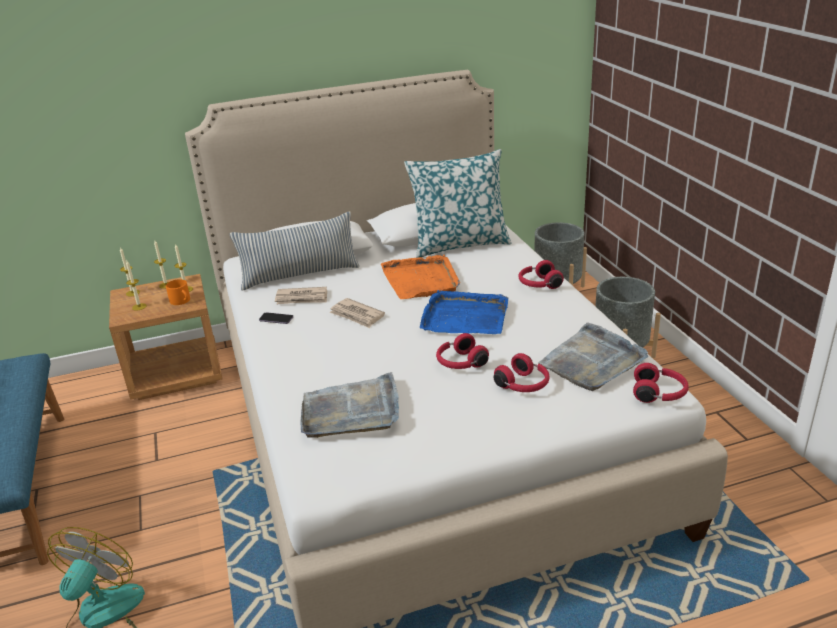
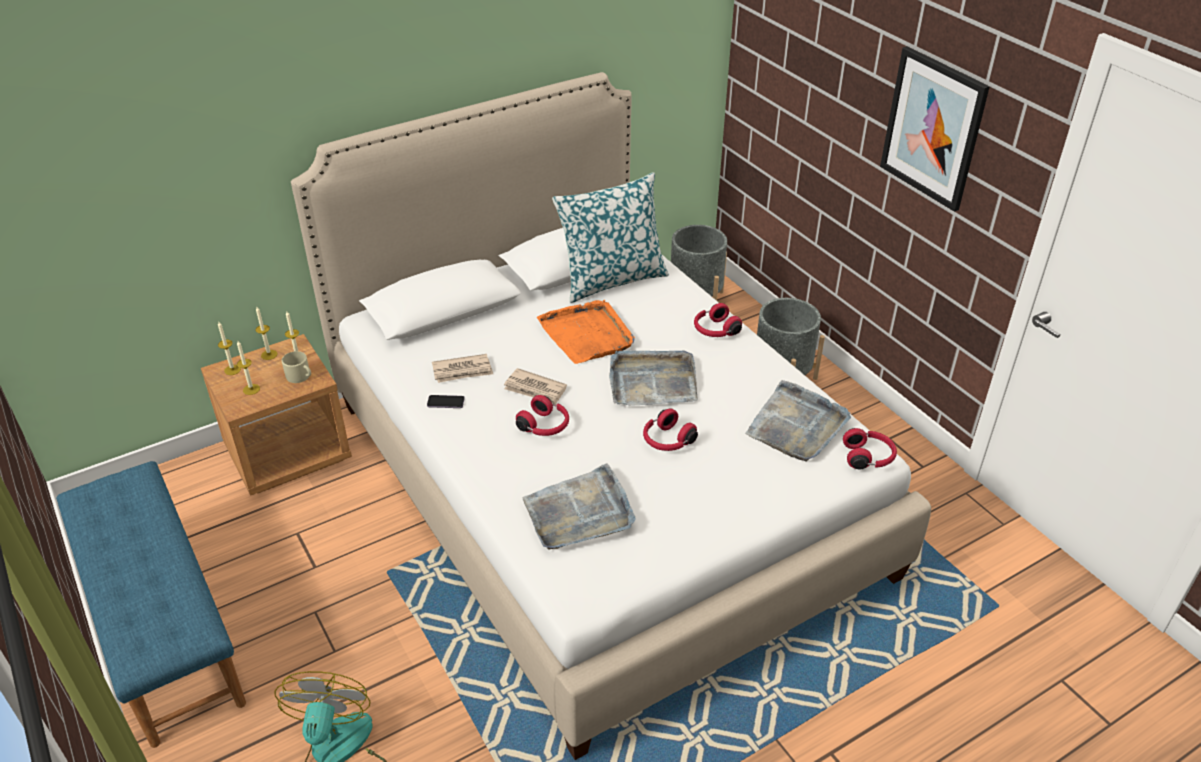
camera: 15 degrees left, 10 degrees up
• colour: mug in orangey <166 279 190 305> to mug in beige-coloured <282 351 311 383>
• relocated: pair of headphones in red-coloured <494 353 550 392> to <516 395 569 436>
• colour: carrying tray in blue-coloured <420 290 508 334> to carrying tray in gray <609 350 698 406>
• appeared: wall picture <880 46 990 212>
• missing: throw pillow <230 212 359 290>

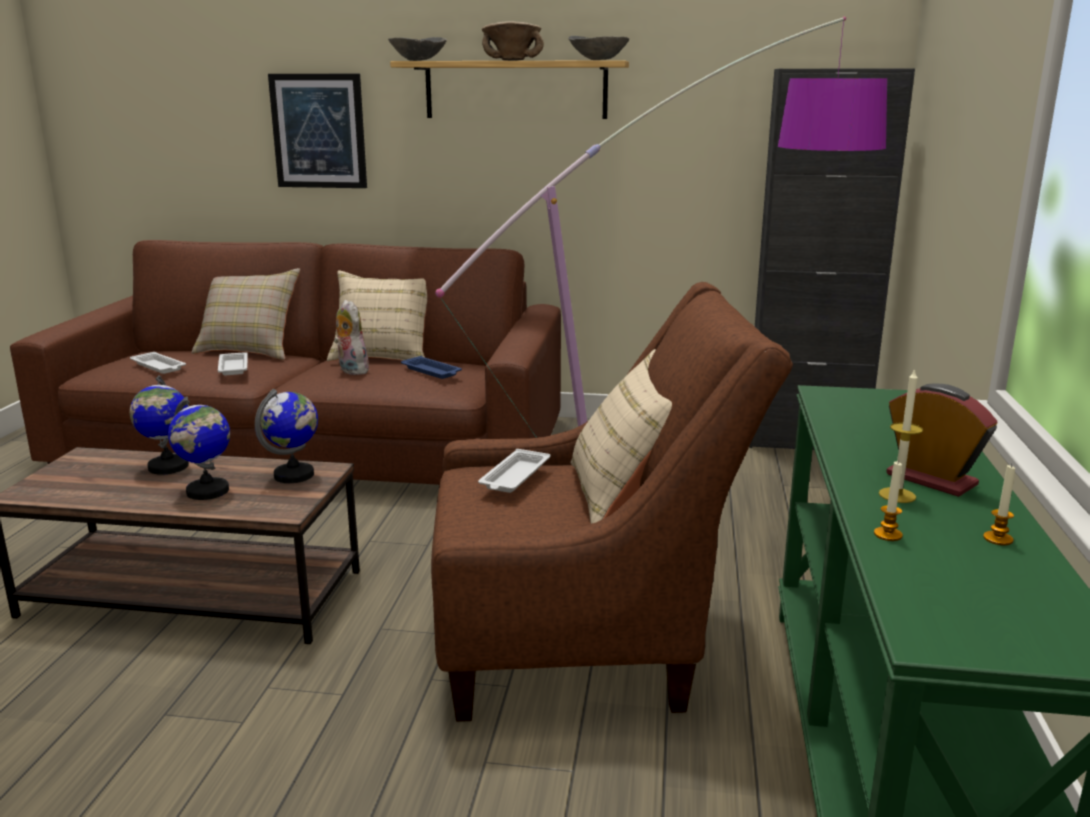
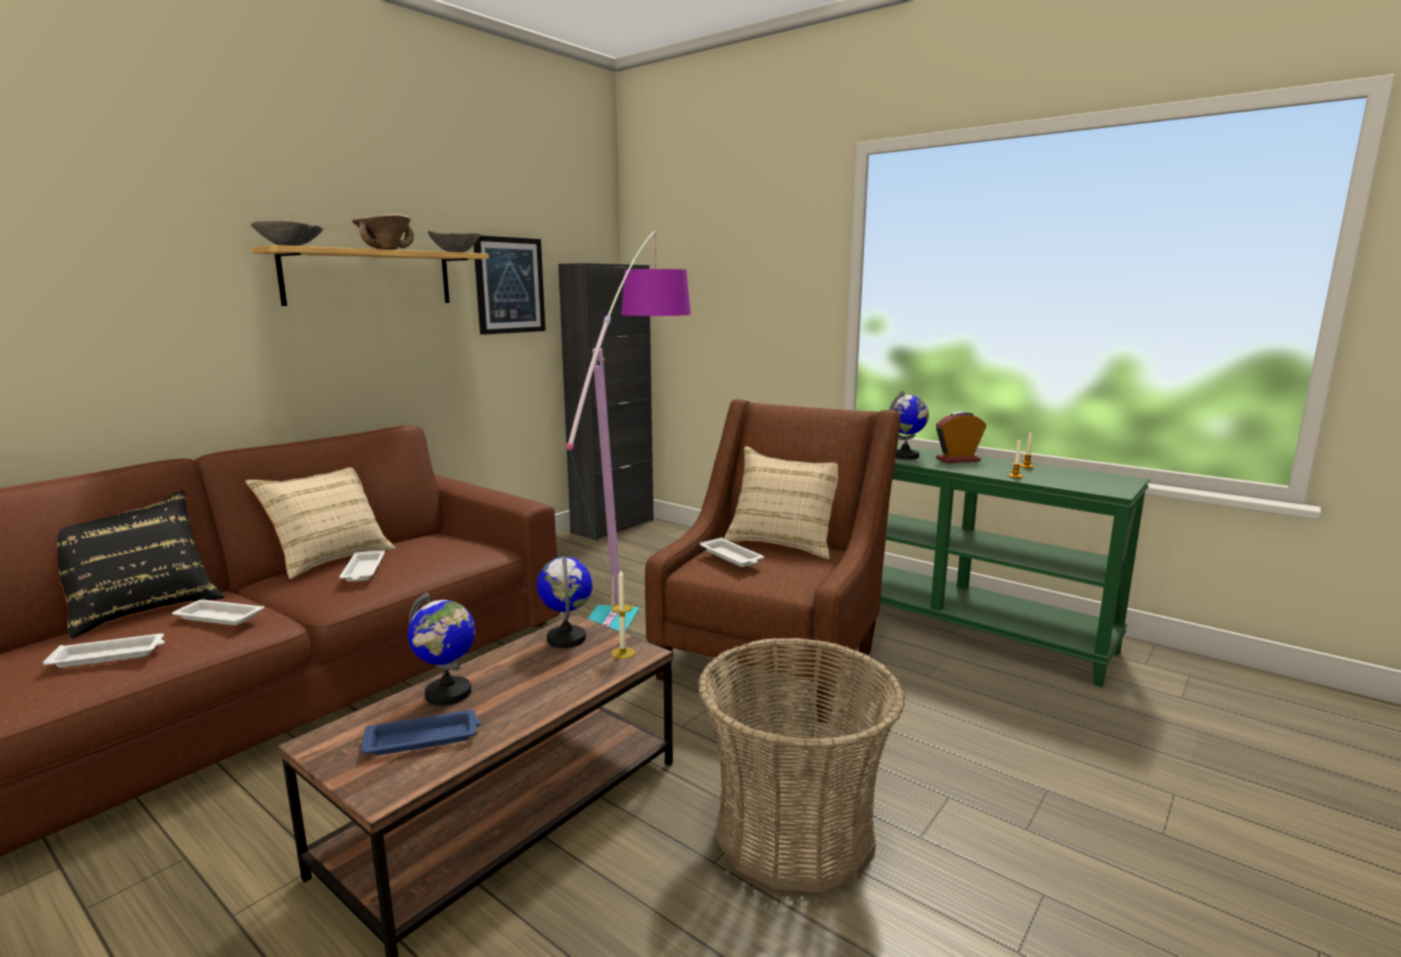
camera: 60 degrees left, 5 degrees down
• colour: throw pillow in beige-coloured <192 268 300 360> to throw pillow in black <57 490 225 639>
• exchanged: cuddly toy <334 300 369 375> to carrying tray in white-coloured <339 550 385 582>
• relocated: carrying tray in blue-coloured <401 356 462 379> to <361 710 482 755>
• relocated: wall picture <268 74 367 188> to <474 235 546 335>
• relocated: candle <879 368 923 503> to <611 570 635 659>
• appeared: storage basket <698 637 905 893>
• relocated: world globe <168 396 230 500> to <889 390 929 459>

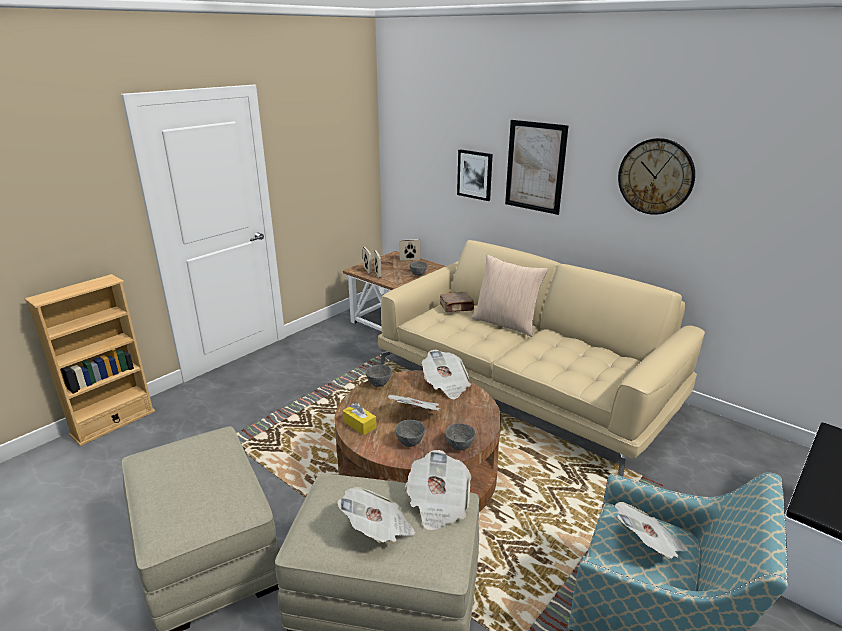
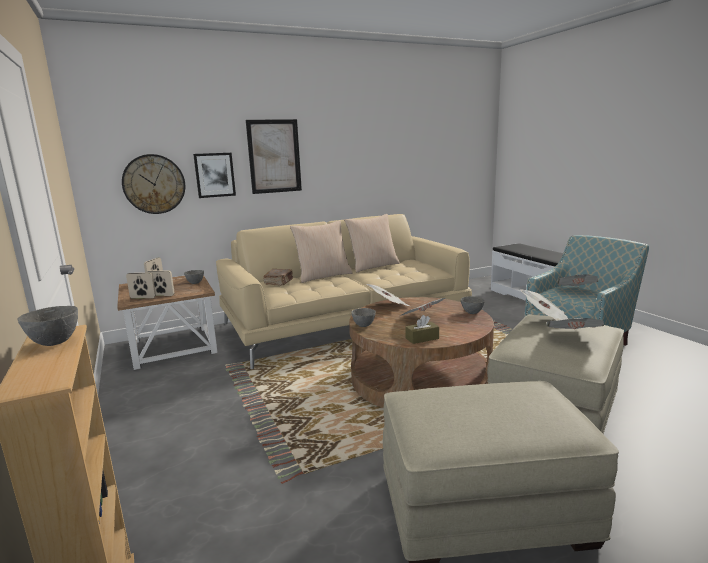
camera: 65 degrees left, 10 degrees down
• relocated: bowl in gray <395 420 425 447> to <18 306 78 346>
• relocated: wall clock <618 138 695 215> to <122 154 185 214>
• appeared: throw pillow in beige-coloured <344 214 400 272>
• colour: tissue holder in yellow-coloured <343 402 377 435> to tissue holder in brown-coloured <405 315 439 344>

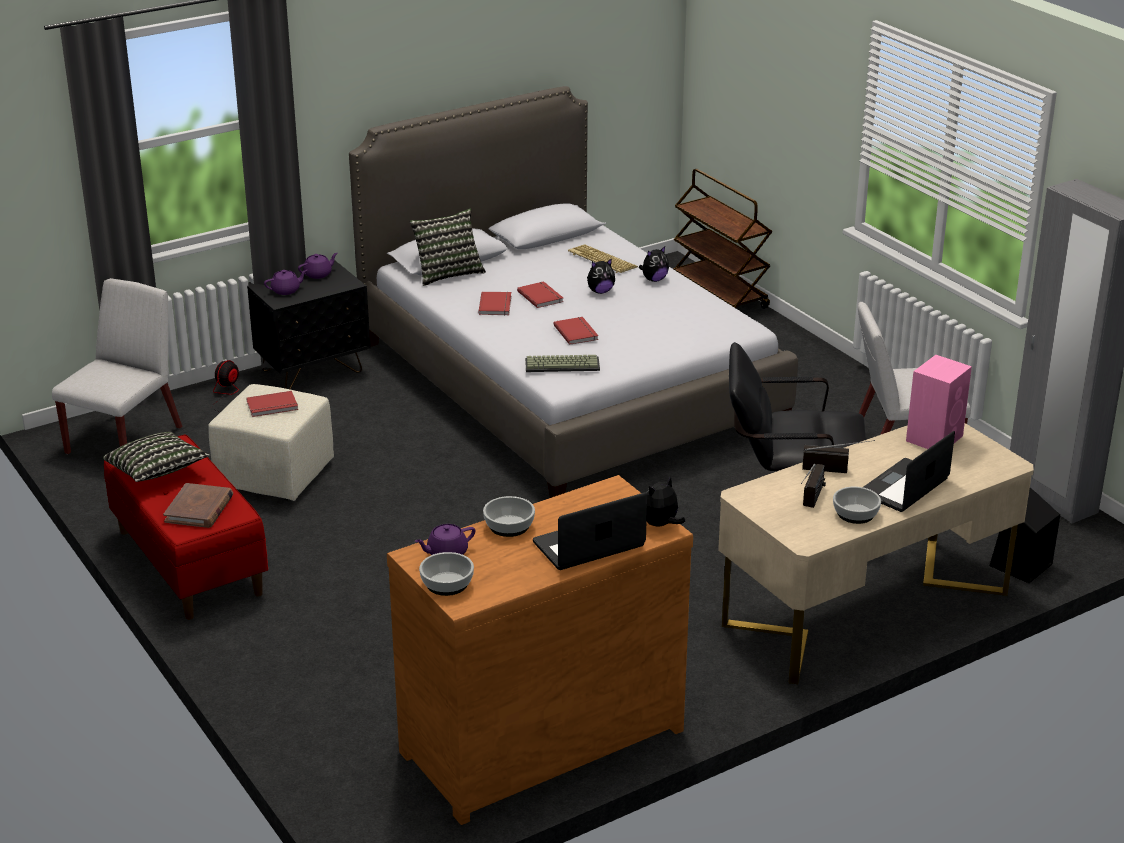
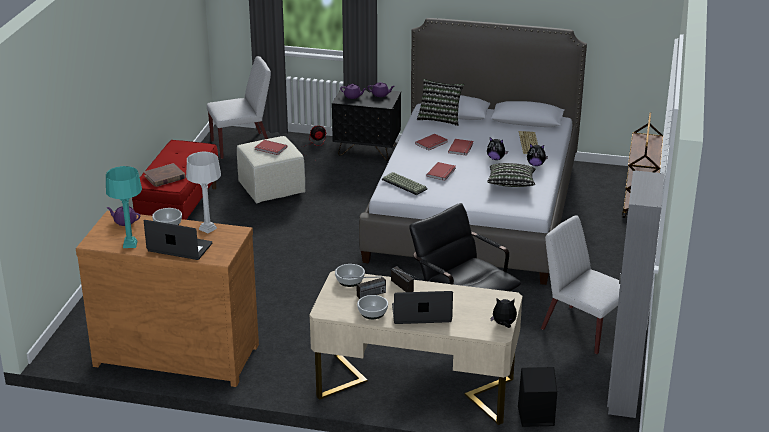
camera: 45 degrees right, 0 degrees up
• appeared: tabletop lamp in turquoise-coloured <106 166 142 248>
• appeared: tabletop lamp in gray <186 152 221 234>
• relocated: bowl <419 552 474 596> to <335 264 365 287>
• relocated: throw pillow <103 432 210 482> to <487 163 535 187>
• relocated: cuddly toy <646 476 685 527> to <491 298 517 328>
• missing: audio speaker in pink-coloured <906 355 972 449>

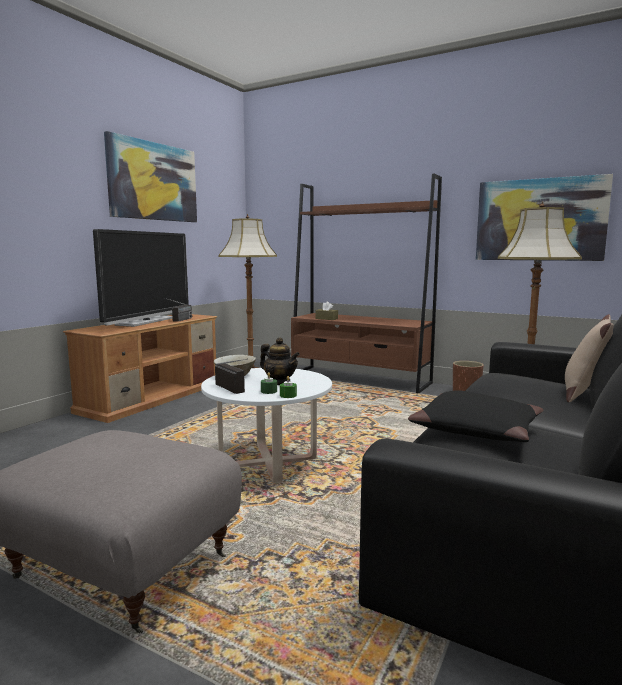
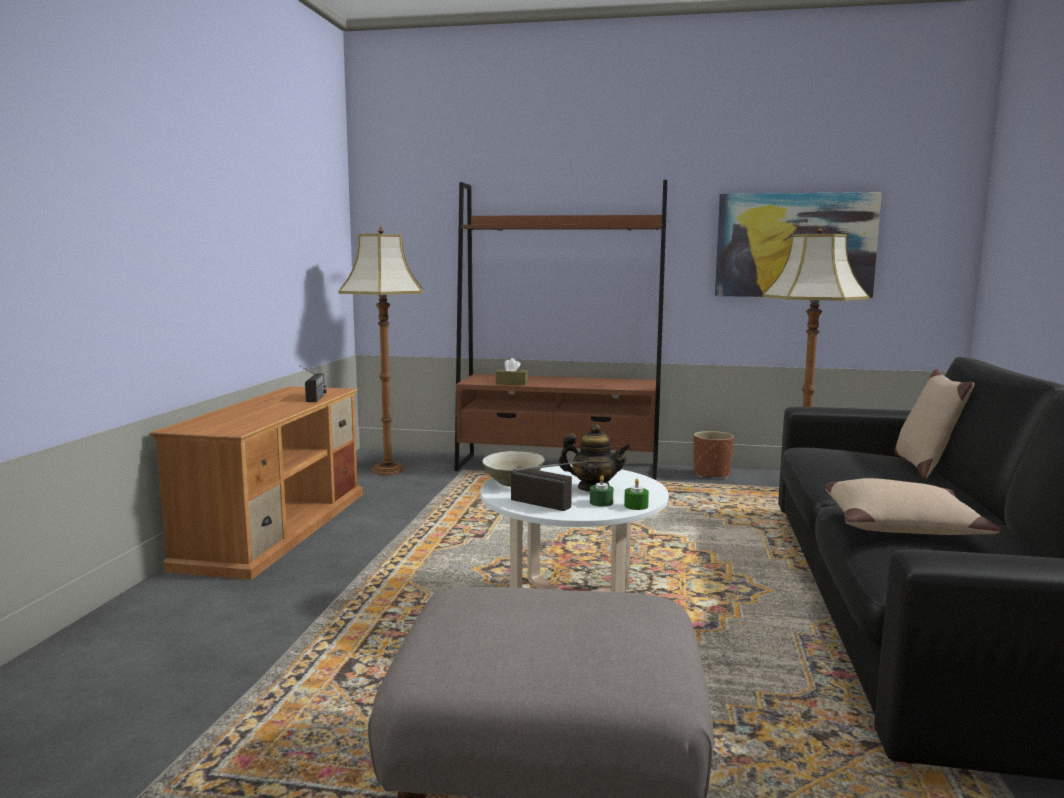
camera: 20 degrees left, 0 degrees up
• colour: throw pillow in black <408 390 543 442> to throw pillow in beige-coloured <825 478 1000 535>
• missing: television <93 229 189 327>
• missing: wall picture <104 131 197 222>

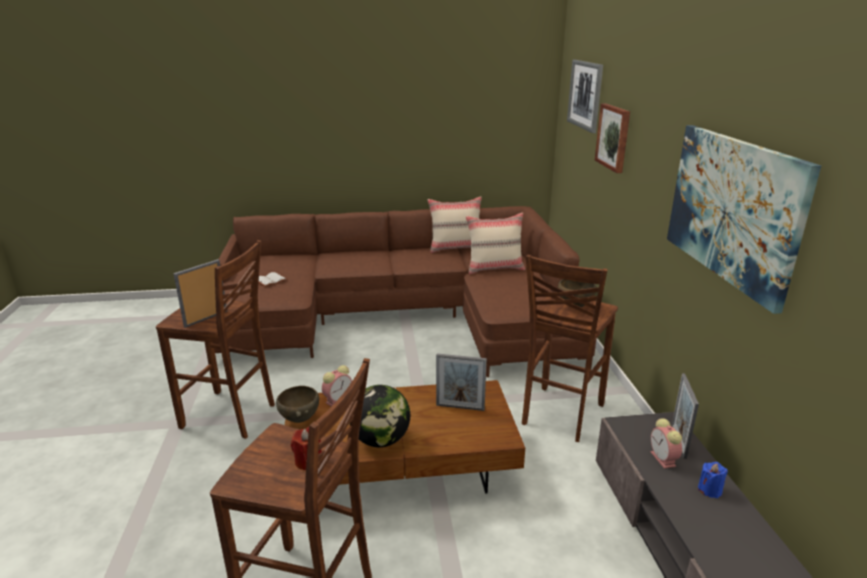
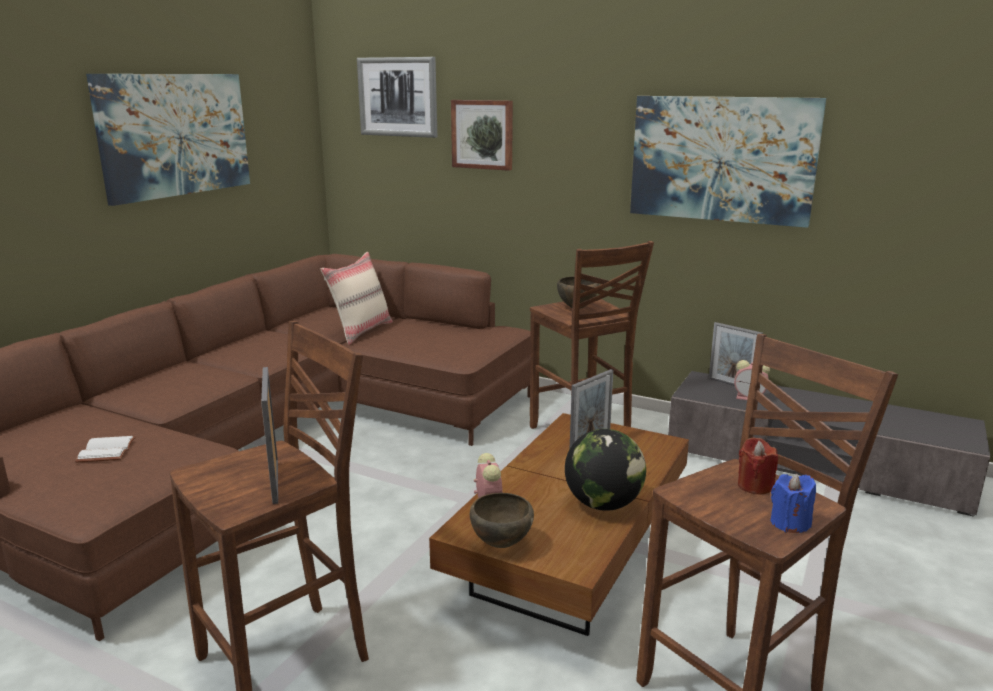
camera: 55 degrees left, 5 degrees down
• appeared: wall picture <86 74 250 206>
• relocated: candle in blue-coloured <698 462 728 498> to <770 474 816 533>
• missing: throw pillow in beige-coloured <427 196 482 253>

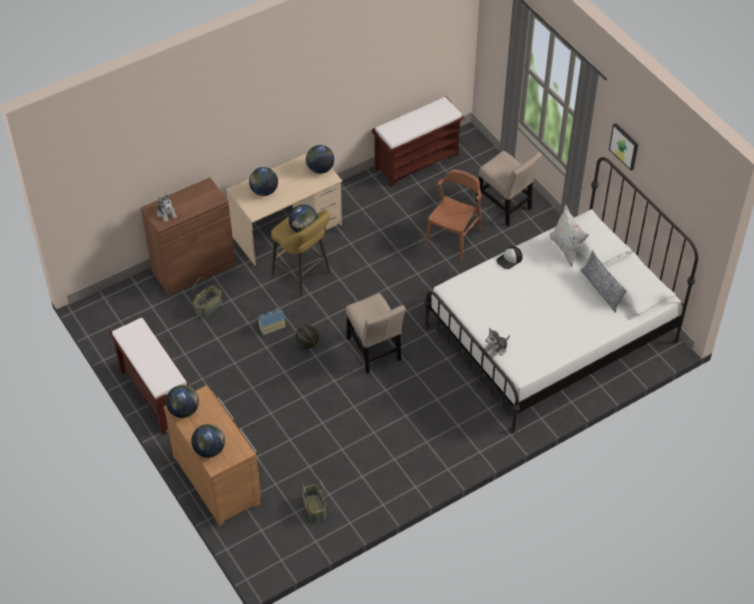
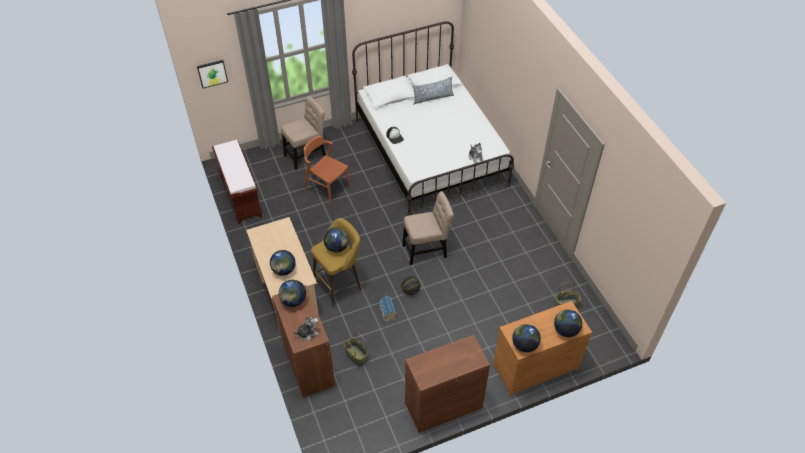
camera: 80 degrees left, 0 degrees up
• relocated: wall picture <609 123 638 171> to <197 60 228 88>
• relocated: world globe <306 145 334 174> to <279 280 306 307>
• exchanged: bench in brown-coloured <109 318 190 435> to cupboard in brown-coloured <405 335 490 433>
• missing: throw pillow in white-coloured <550 205 589 267>

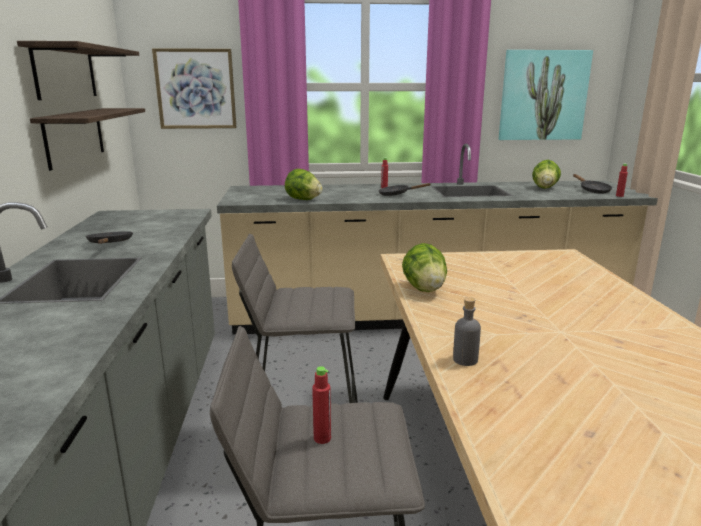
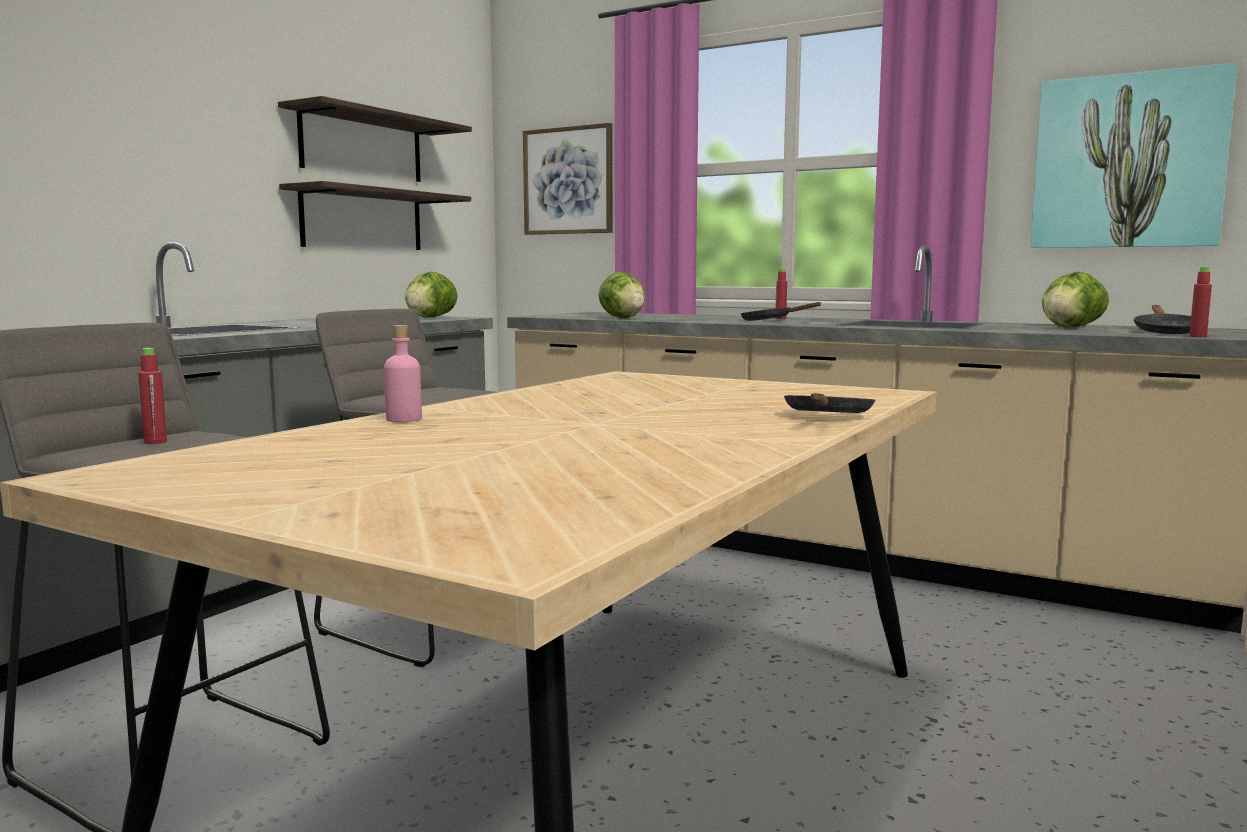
camera: 35 degrees right, 10 degrees down
• colour: bottle in gray <453 297 481 366> to bottle in pink-coloured <384 325 422 422>
• relocated: lettuce <402 243 447 292> to <405 272 458 318>
• relocated: skillet in black <85 231 133 244> to <784 393 875 413>

